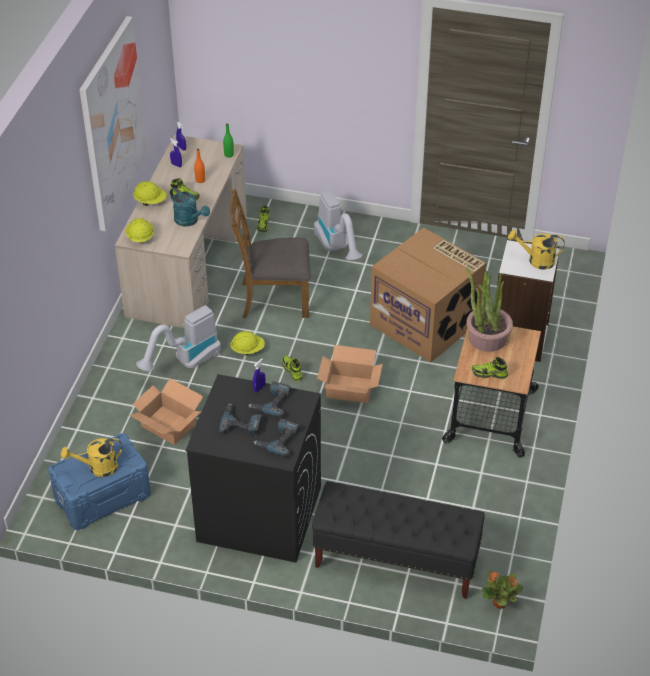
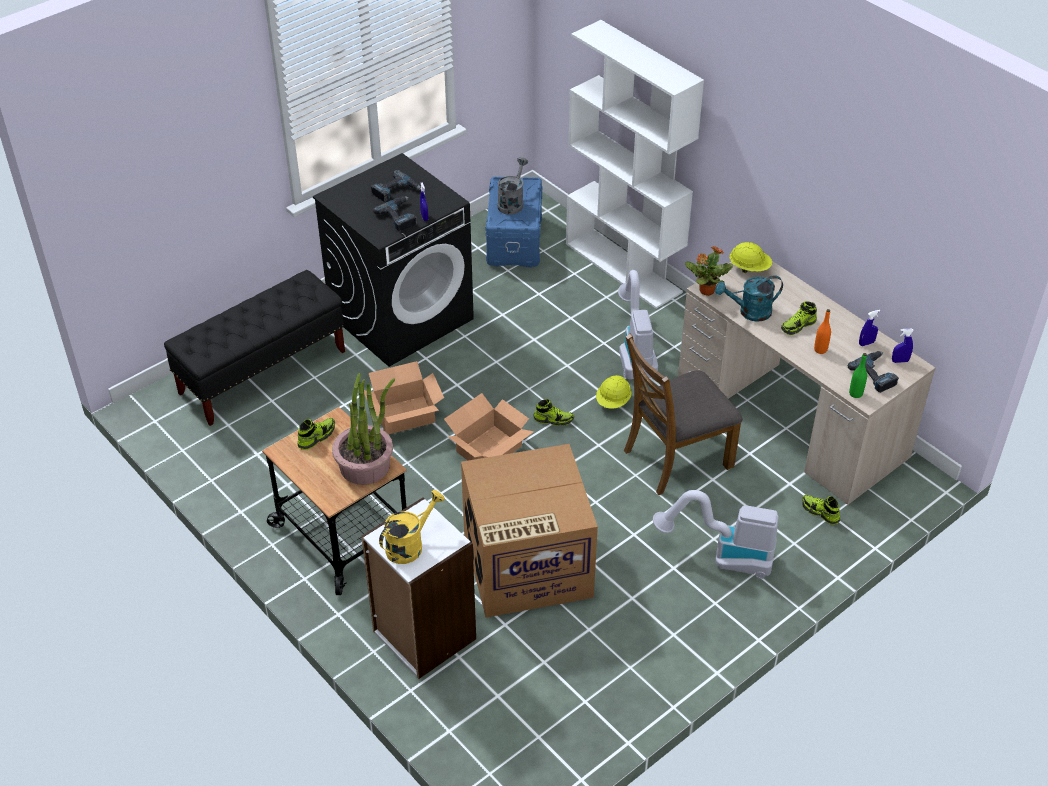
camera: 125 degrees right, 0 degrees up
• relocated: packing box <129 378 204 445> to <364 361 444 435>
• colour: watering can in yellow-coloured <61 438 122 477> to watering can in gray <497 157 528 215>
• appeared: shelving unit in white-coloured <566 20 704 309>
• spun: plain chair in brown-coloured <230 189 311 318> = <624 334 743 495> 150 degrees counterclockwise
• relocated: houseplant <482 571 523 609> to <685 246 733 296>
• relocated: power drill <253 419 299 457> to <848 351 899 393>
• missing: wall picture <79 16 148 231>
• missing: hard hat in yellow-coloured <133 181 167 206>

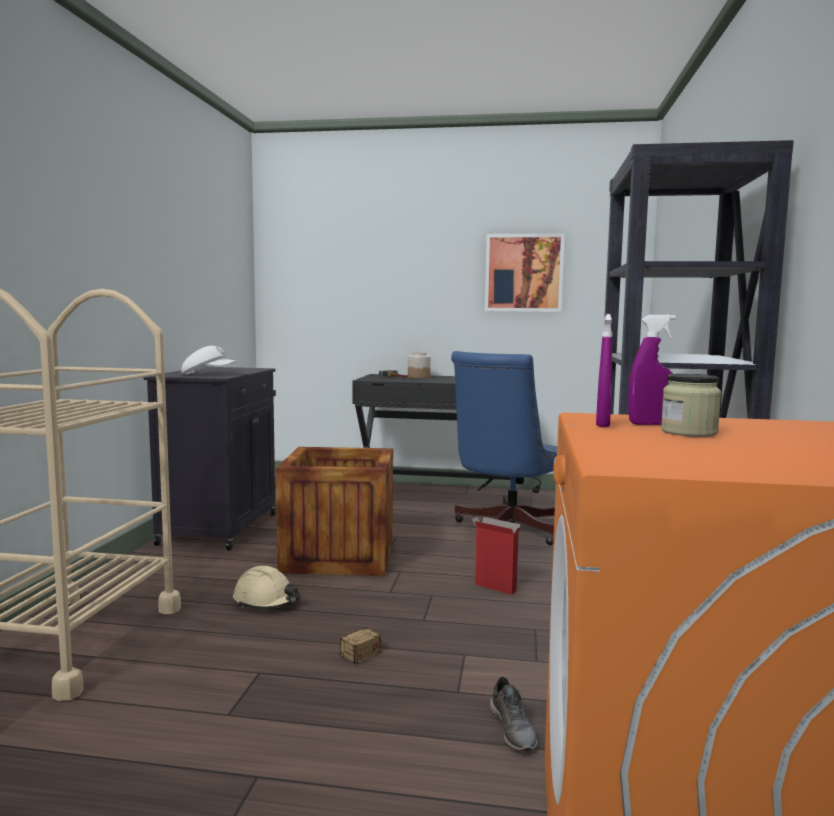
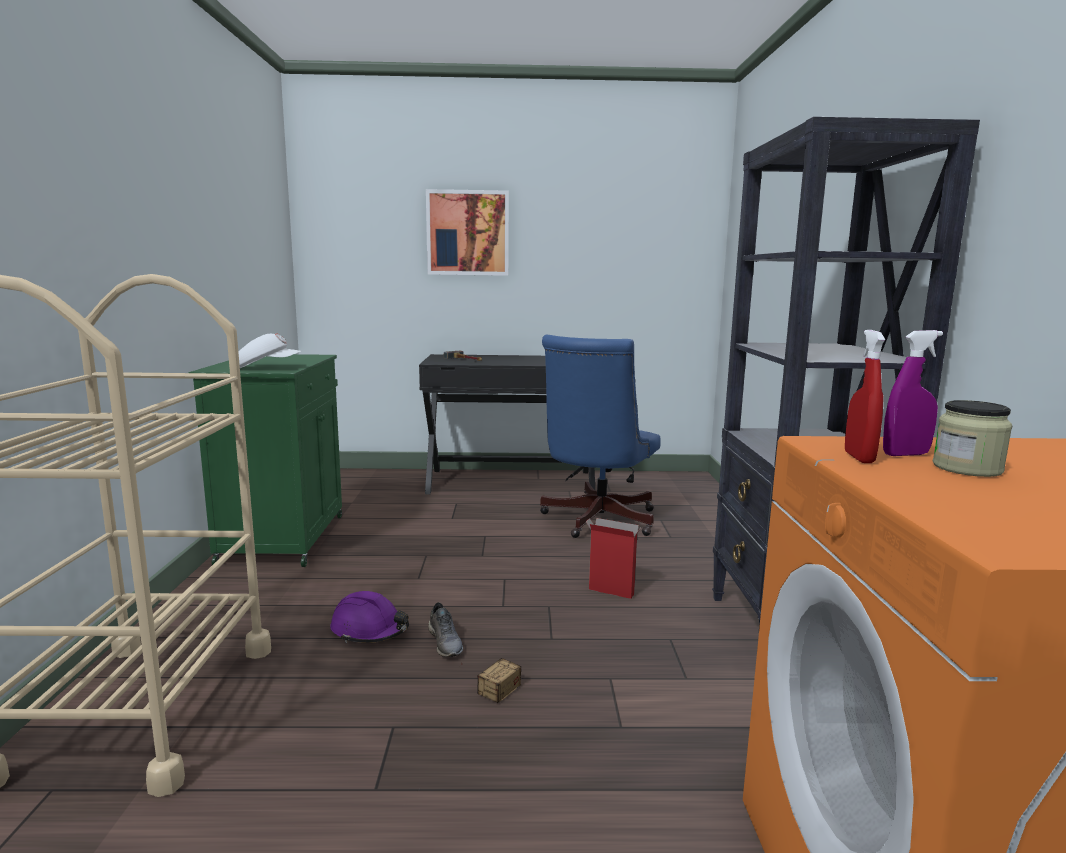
camera: 10 degrees left, 5 degrees up
• colour: cupboard in black <144 367 276 551> to cupboard in greenish <189 354 342 567>
• colour: hard hat in beige-coloured <233 566 300 609> to hard hat in purplish <330 591 409 643>
• relocated: wall picture <485 233 565 312> to <426 189 509 276>
• relocated: shoe in gray <490 677 537 751> to <428 602 463 657>
• colour: sprayer in purplish <596 314 613 427> to sprayer in red-coloured <845 330 885 463>
• missing: shipping crate <276 447 393 576>
• missing: storage jar <408 352 431 378>

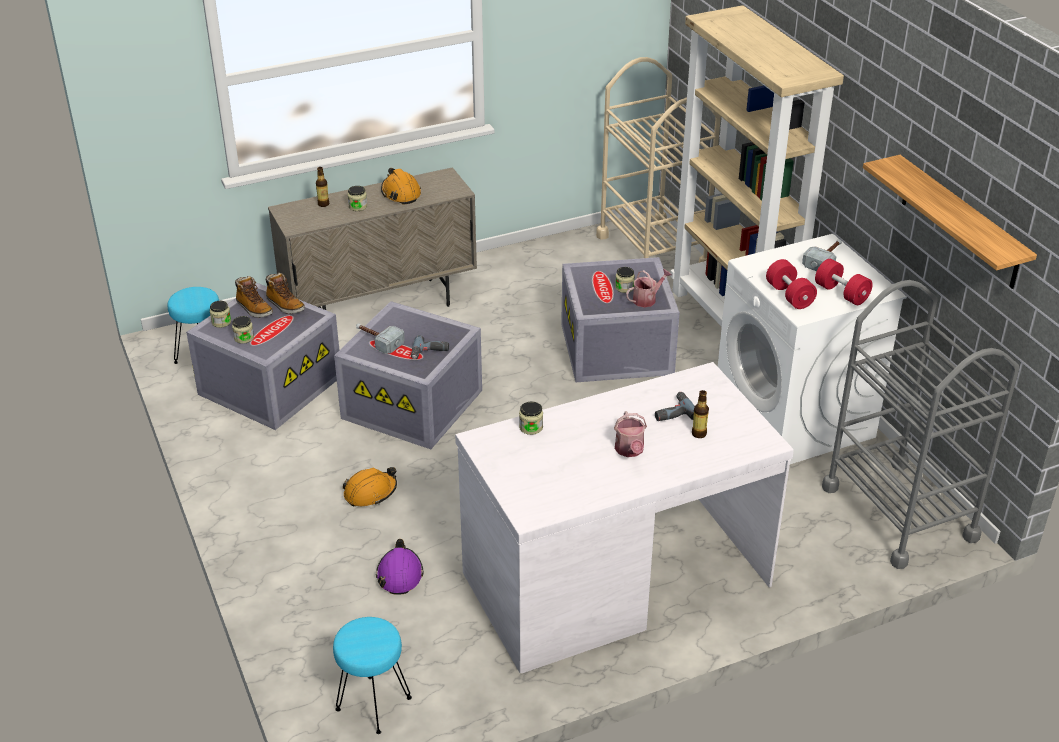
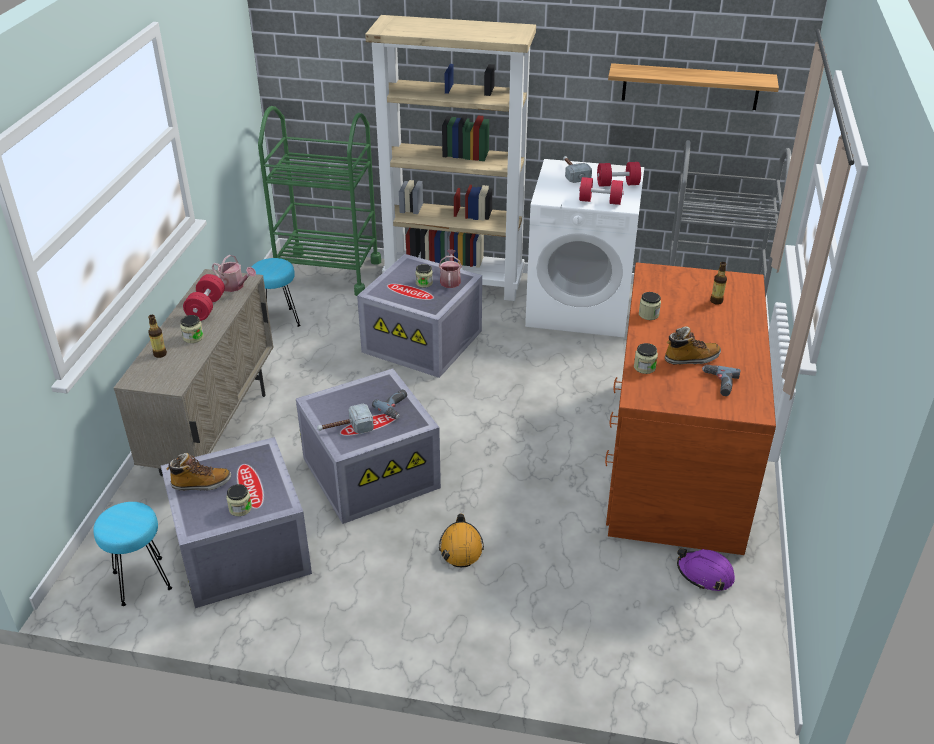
camera: 55 degrees left, 0 degrees up
• exchanged: hard hat in orangey <381 168 421 205> to free weight in red-coloured <183 274 225 321>
• relocated: watering can <614 411 647 457> to <212 255 256 292>
• relocated: sitting stool in turquoise-coloured <333 617 412 734> to <252 258 301 327>
• colour: cart in beige-coloured <596 57 721 263> to cart in greenish <258 106 381 296>
• colour: desk unit in white-coloured <455 362 794 673> to desk unit in brown-coloured <605 262 776 555>
• relocated: storage jar <210 301 231 328> to <639 292 661 320>
• relocated: tall boot <266 273 305 314> to <665 326 721 365>
• relocated: hard hat in purplish <376 539 424 595> to <677 548 735 591>
• relocated: power drill <655 392 695 421> to <702 365 741 396>

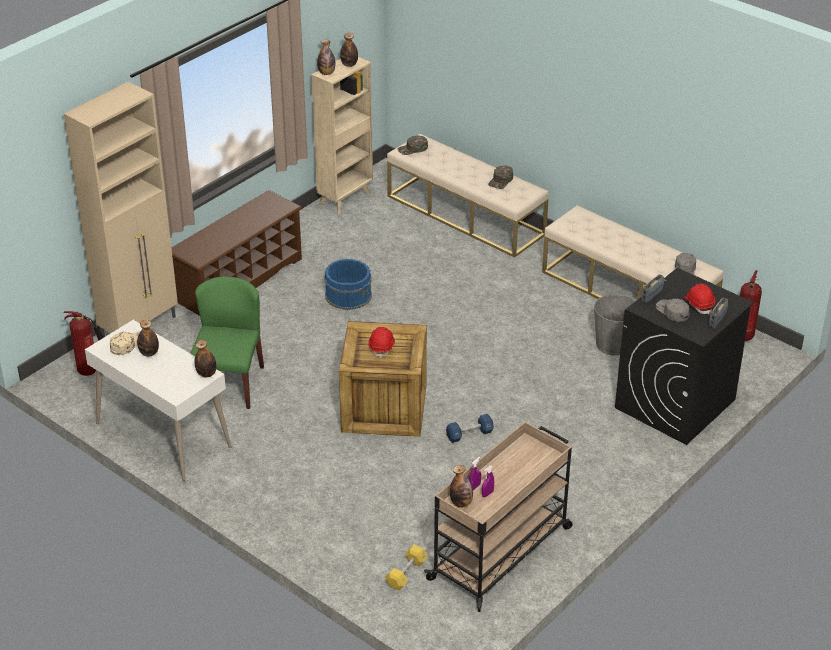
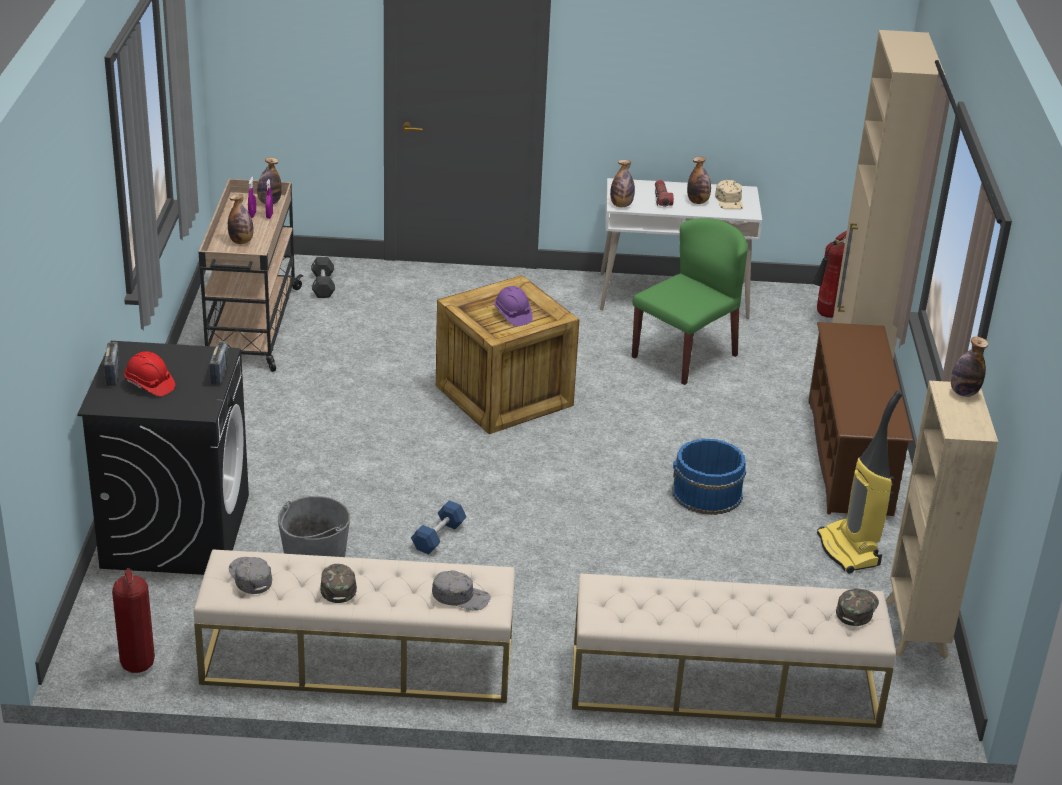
camera: 140 degrees right, 5 degrees down
• relocated: bottle <340 33 358 67> to <228 194 254 244>
• colour: free weight in yellow-coloured <385 545 428 591> to free weight in black <311 257 335 298>
• relocated: peaked cap in greenish <488 165 513 189> to <320 564 357 603>
• relocated: free weight in blue-coloured <446 414 494 443> to <411 500 466 555>
• relocated: peaked cap in gray <656 299 689 322> to <432 570 491 611>
• colour: hard hat in red-coloured <368 327 395 358> to hard hat in purplish <494 286 533 326>
• spun: plain chair in greenish <190 276 264 409> = <632 218 748 385> 105 degrees counterclockwise
• appeared: flashlight <655 180 674 207>
• appeared: hoover <817 390 903 574>

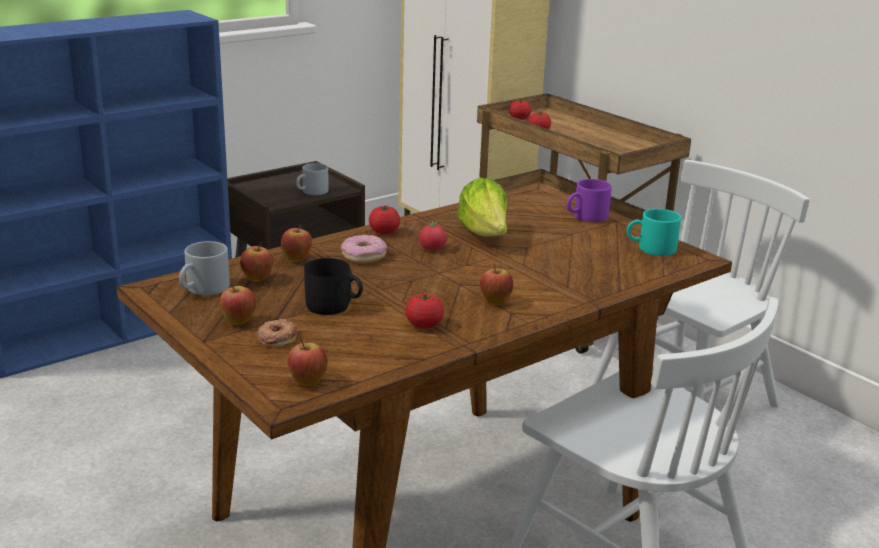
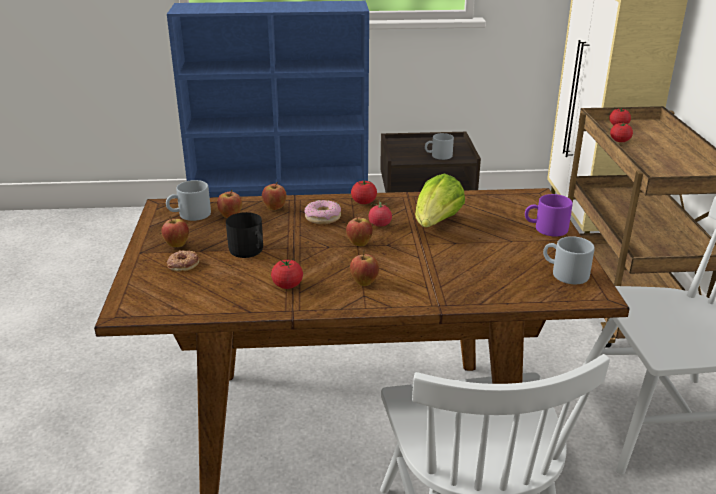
camera: 35 degrees right, 5 degrees up
• relocated: apple fruit <287 339 328 386> to <346 214 373 246>
• colour: mug in turquoise-coloured <627 209 681 256> to mug in gray <543 236 595 284>

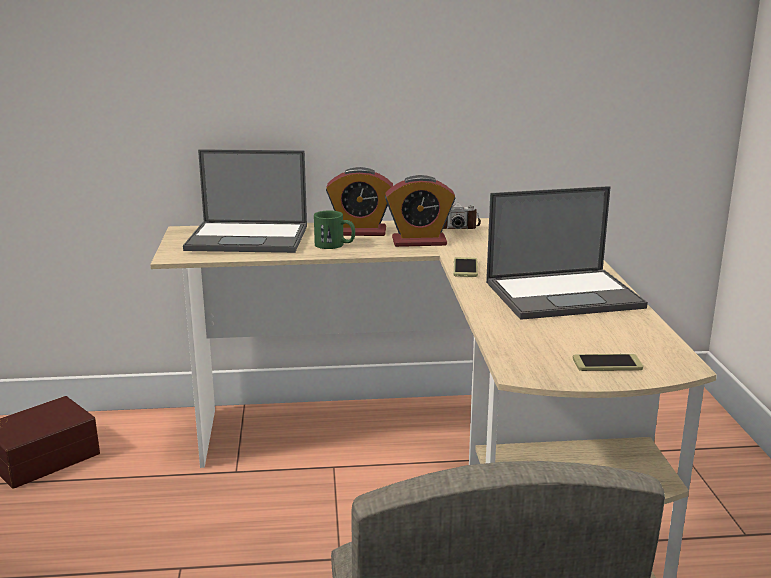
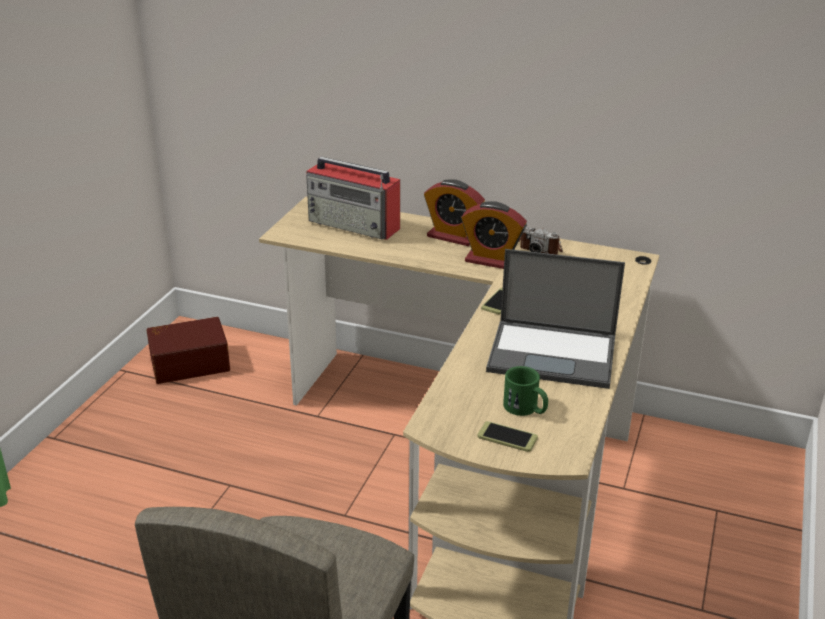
camera: 25 degrees right, 10 degrees up
• exchanged: portable computer <183 149 307 253> to radio <306 157 400 240>
• relocated: mug in greenish <314 211 355 249> to <503 366 548 416>

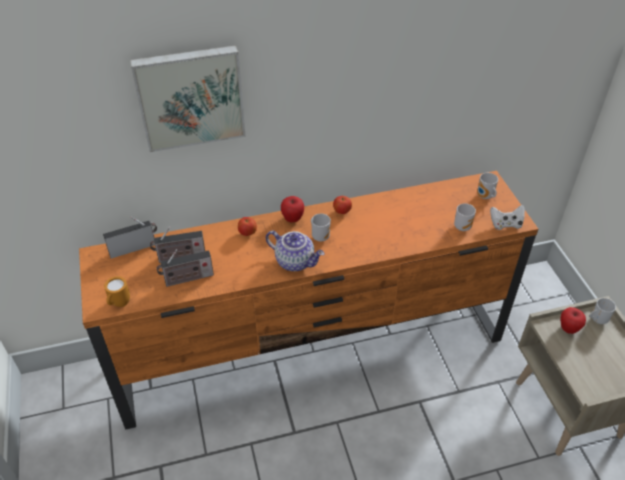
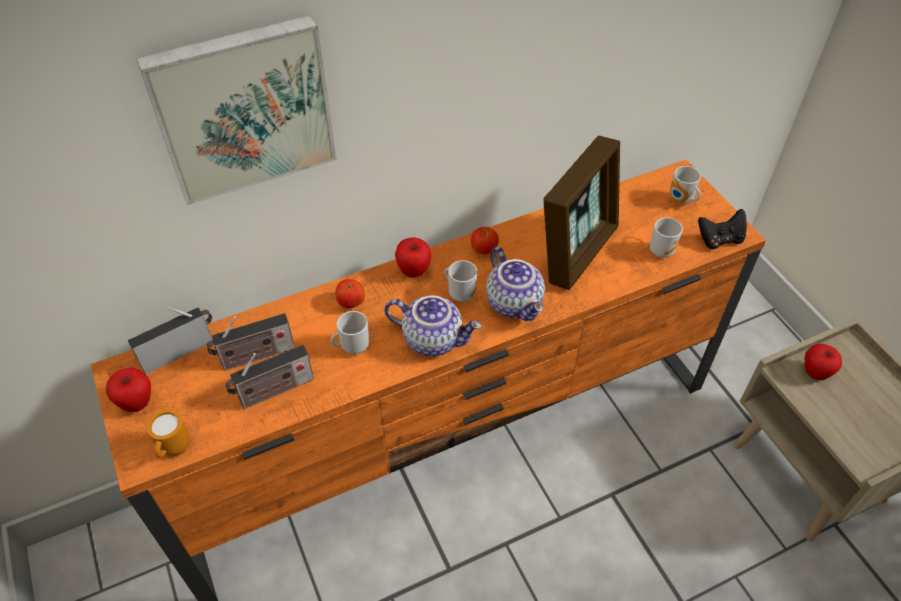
camera: 10 degrees left, 5 degrees up
• appeared: apple fruit <106 368 151 412>
• relocated: mug <590 298 616 324> to <331 311 369 354>
• appeared: tea pot <486 247 545 321>
• appeared: photo frame <543 136 620 290>
• colour: gamepad in white-coloured <490 205 525 230> to gamepad in black <698 209 747 249>

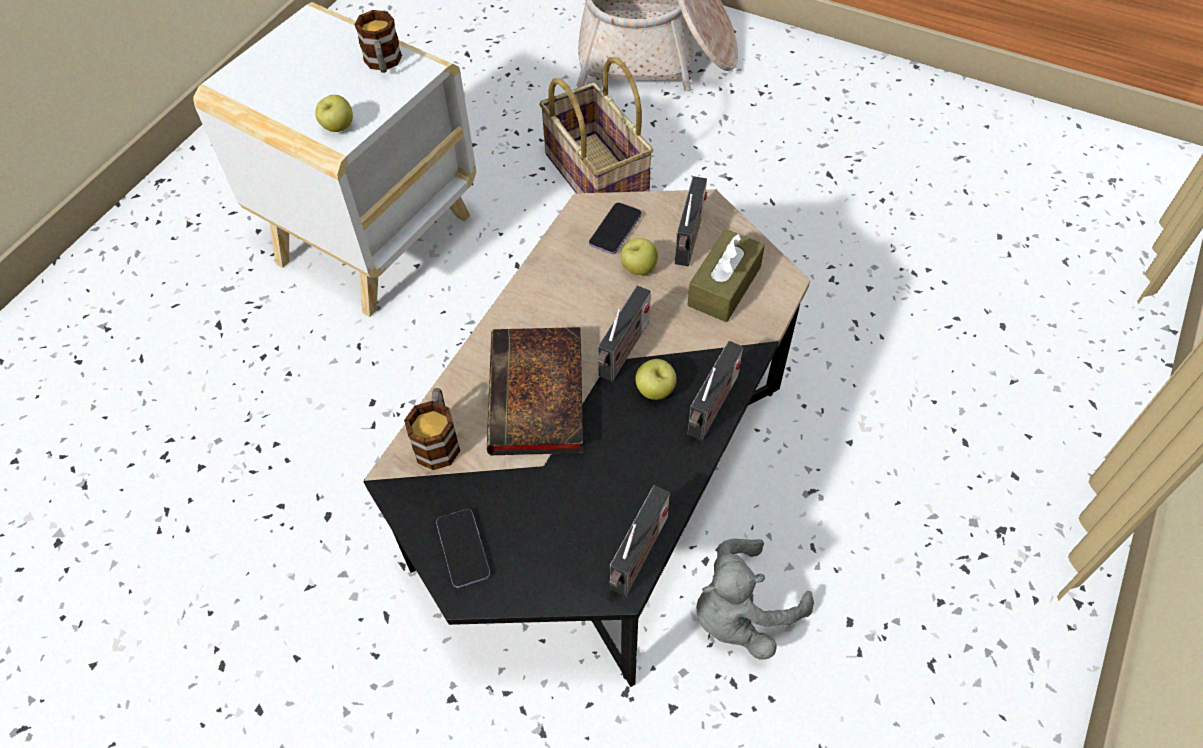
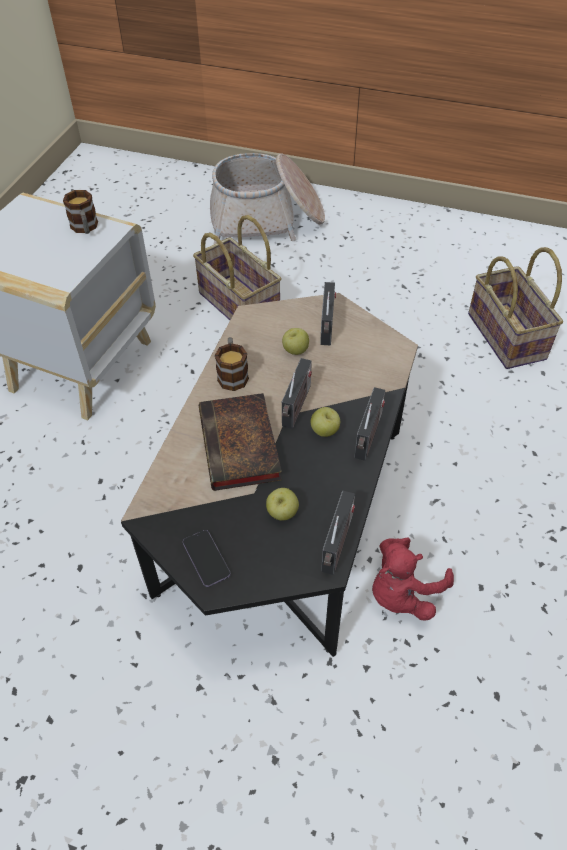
camera: 10 degrees left, 5 degrees down
• relocated: mug <404 388 460 470> to <215 337 249 391>
• relocated: apple fruit <315 95 353 132> to <266 488 299 521>
• colour: cuddly toy in gray <696 538 814 660> to cuddly toy in red-coloured <372 537 454 621>
• appeared: storage basket <468 247 563 369>
• missing: handset <589 202 642 254>
• missing: tissue holder in brown-coloured <688 229 765 322>

